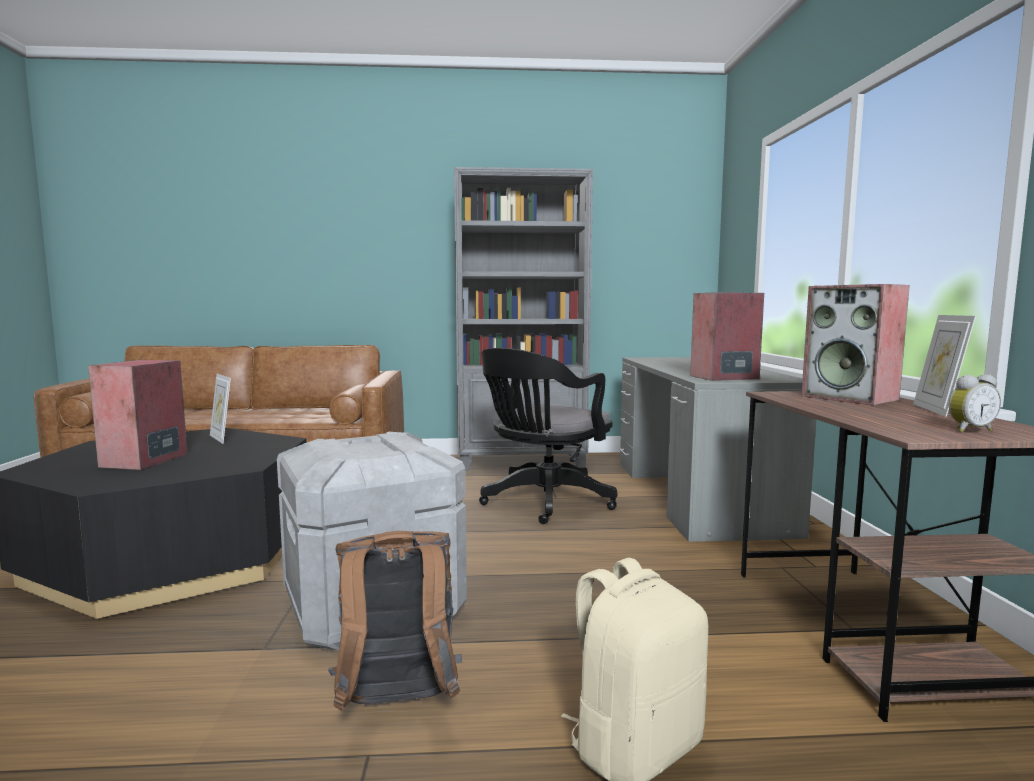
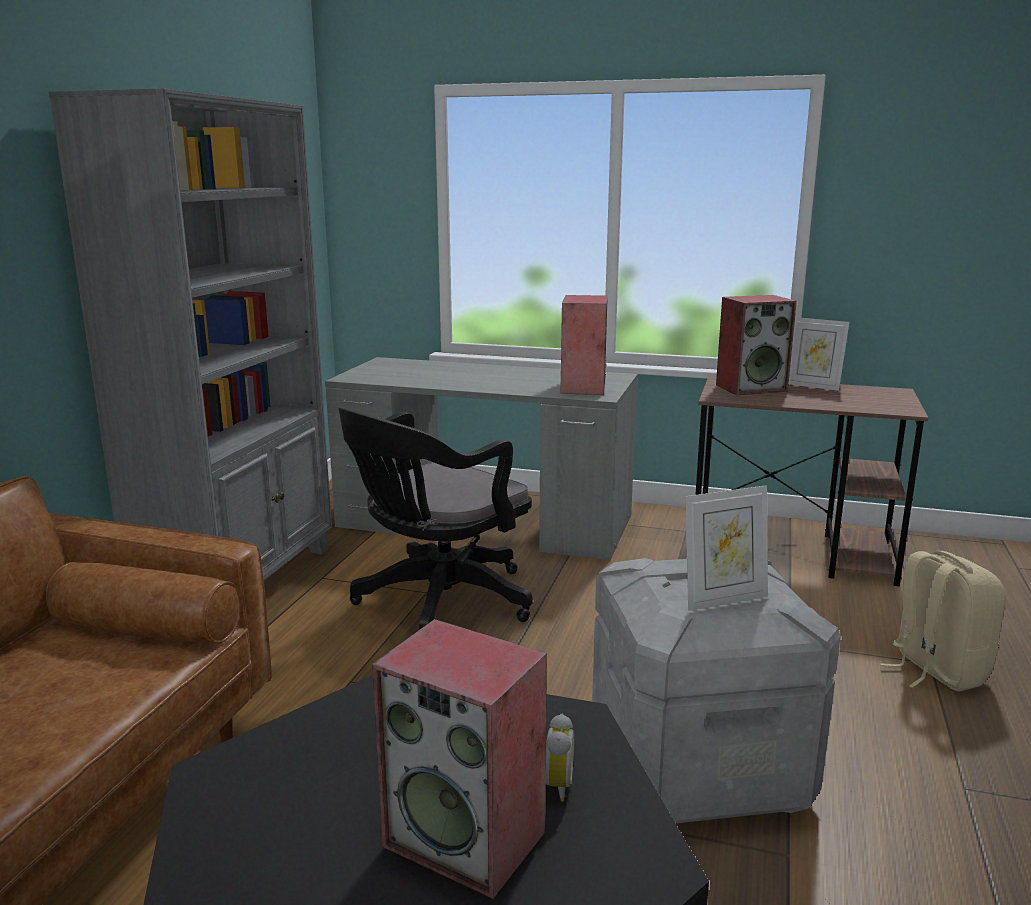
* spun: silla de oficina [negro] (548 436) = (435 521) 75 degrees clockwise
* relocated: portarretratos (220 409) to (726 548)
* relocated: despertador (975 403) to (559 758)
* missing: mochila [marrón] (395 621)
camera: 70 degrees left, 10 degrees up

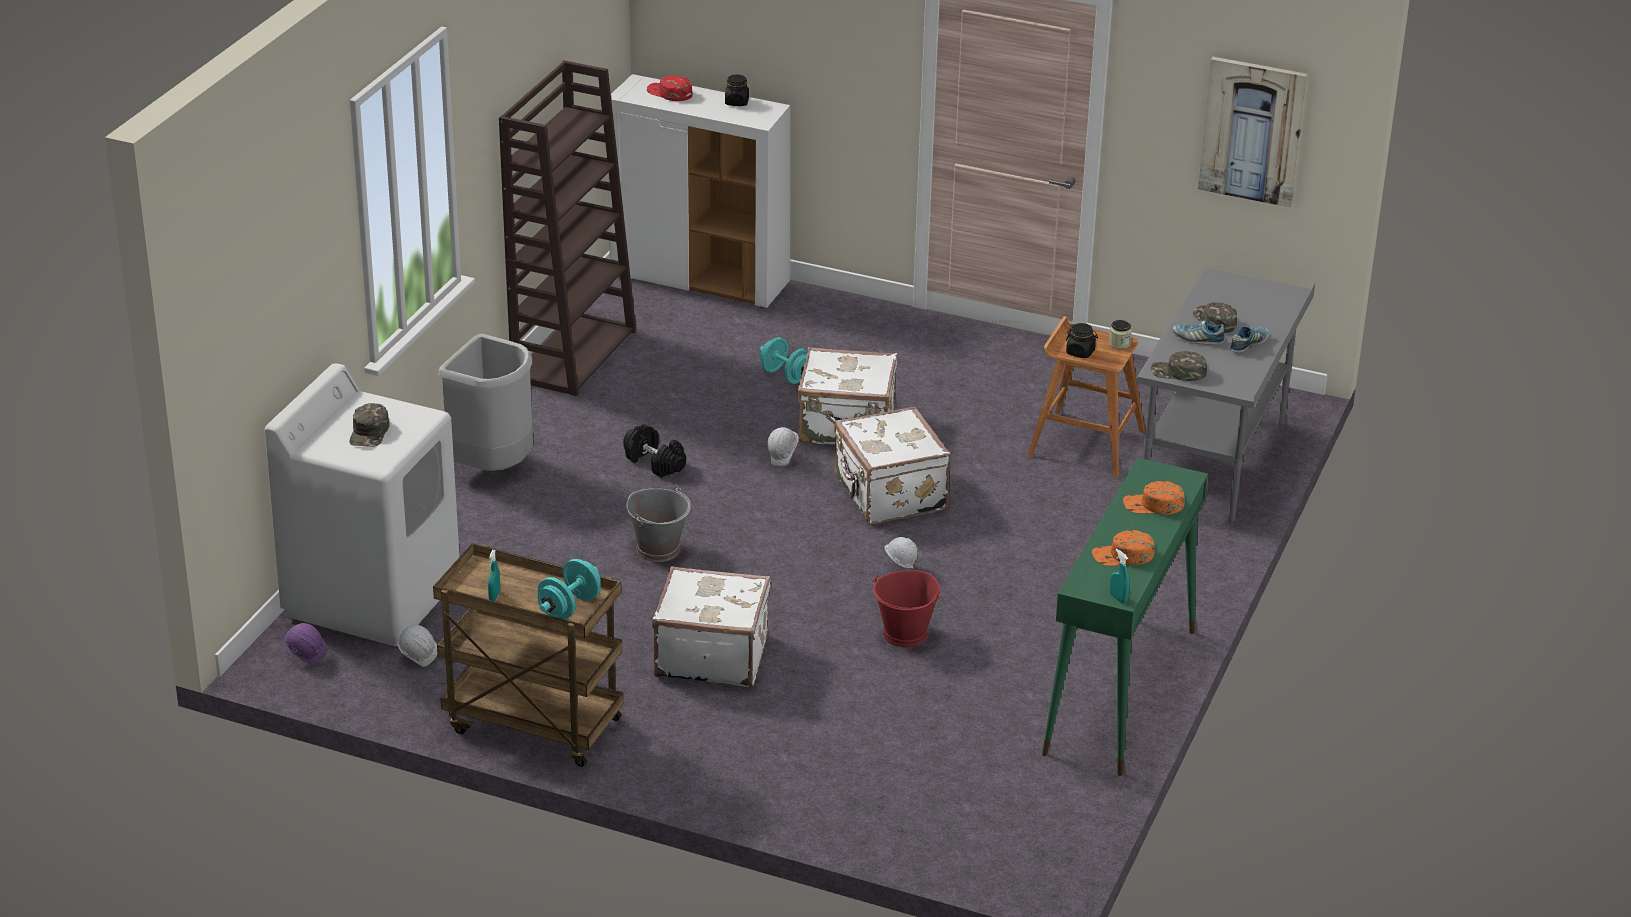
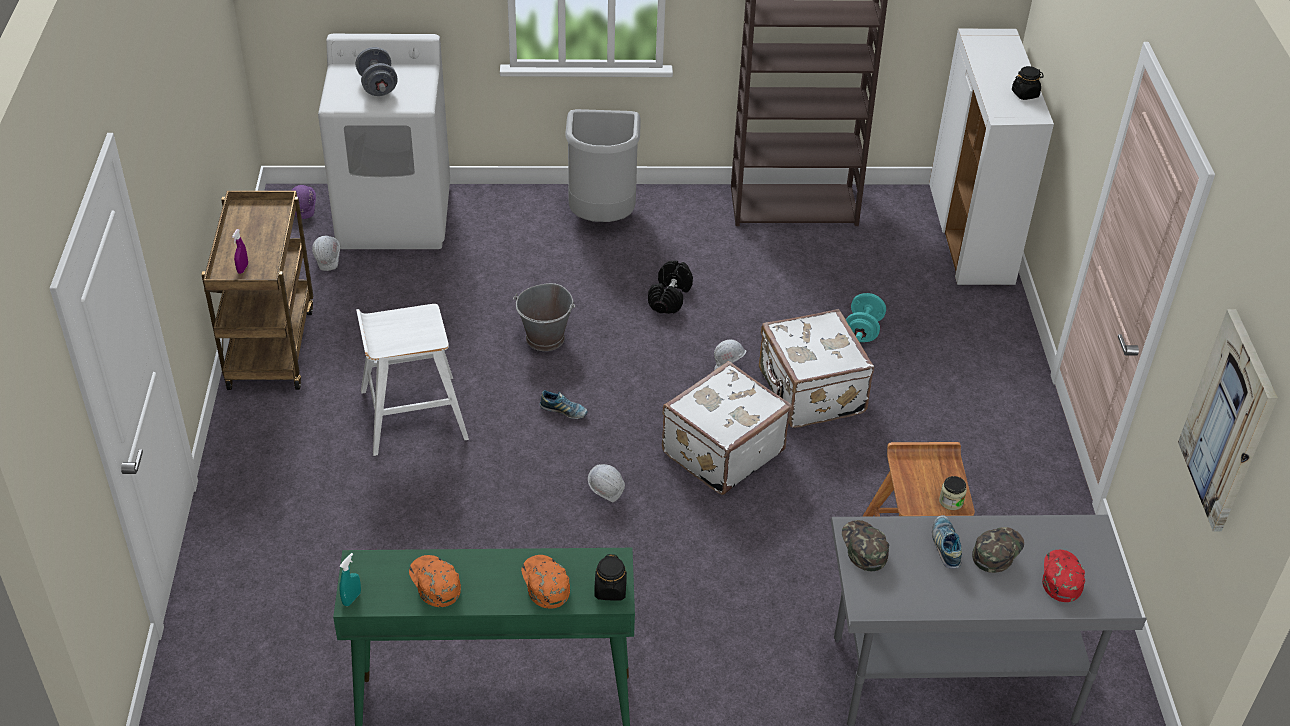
* relocated: gorra [rojo] (669 88) to (1063 576)
* relocated: tarro [negro] (1082 340) to (610 577)
* relocated: zapato (1249 340) to (564 404)
* exchanged: gorra [verde] (369 425) to mancuerna [gris] (377 71)
* missing: pulverizador [turquesa] (494 575)
* exchanged: mancuerna [turquesa] (569 589) to pulverizador [morado] (240 251)
* exchanged: maleta [blanco] (711 626) to taburete [blanco] (412 380)
* missing: cubo [rojo] (906 608)
camera: 65 degrees right, 10 degrees up

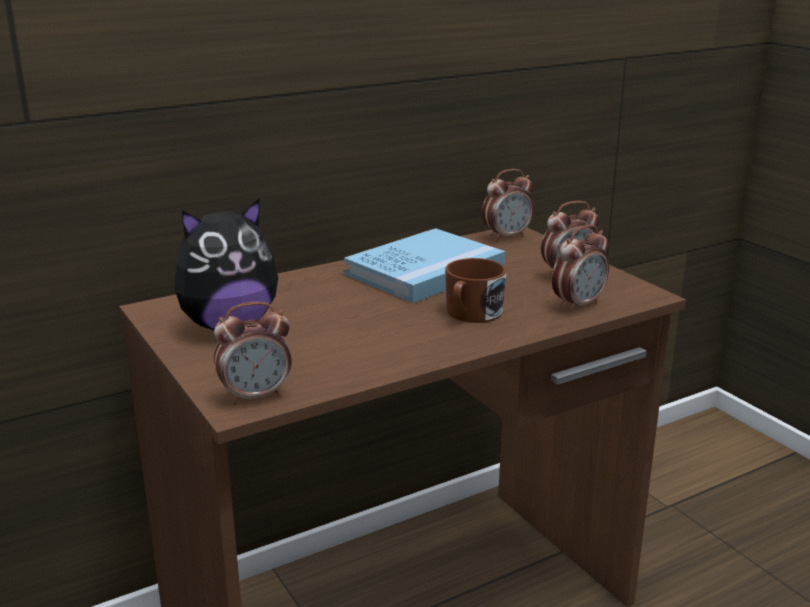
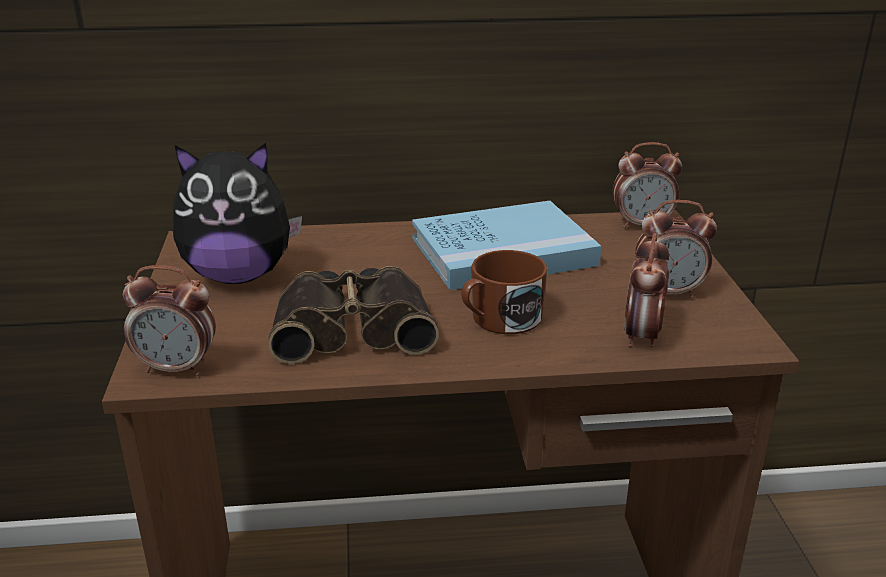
* spun: despertador (580 268) = (647 290) 120 degrees clockwise
* appeared: prismáticos (353 315)
camera: 25 degrees right, 5 degrees up

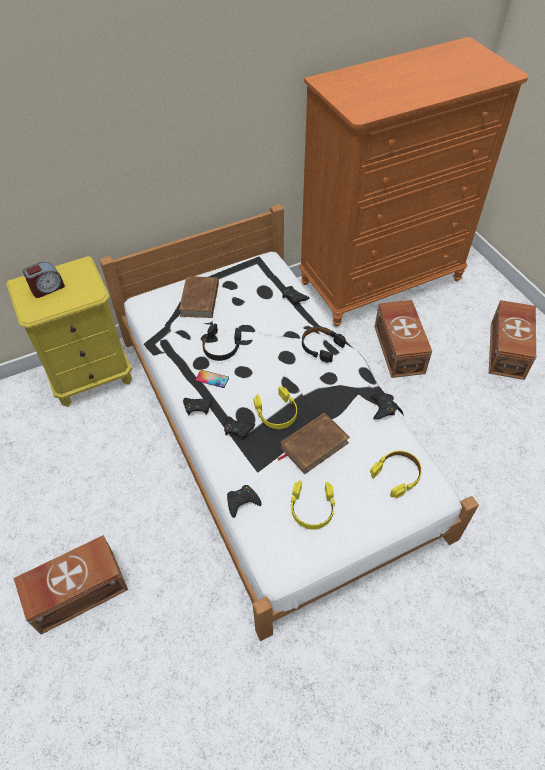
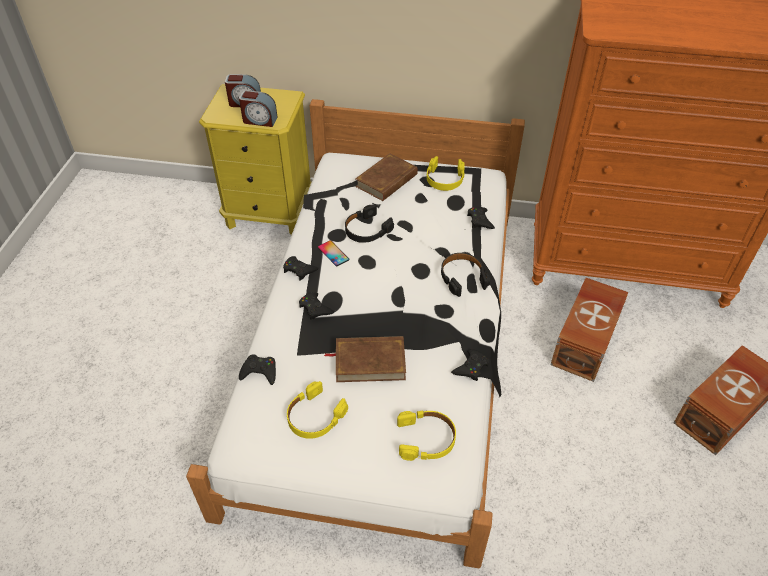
* relocated: auriculares [amarillo] (275 407) to (446 173)
* missing: caja de almacenaje [marrón] (71 585)
* appeared: despertador (258 108)
camera: 35 degrees right, 5 degrees down

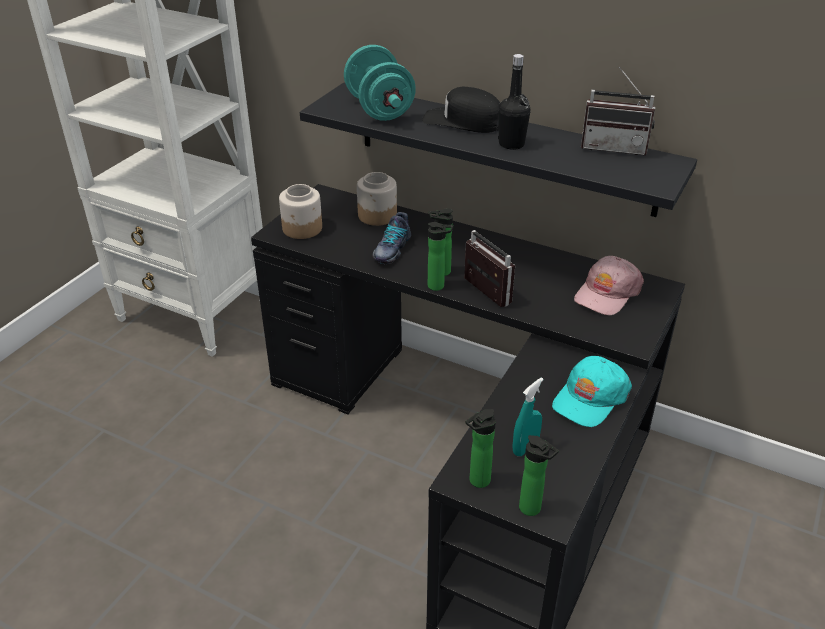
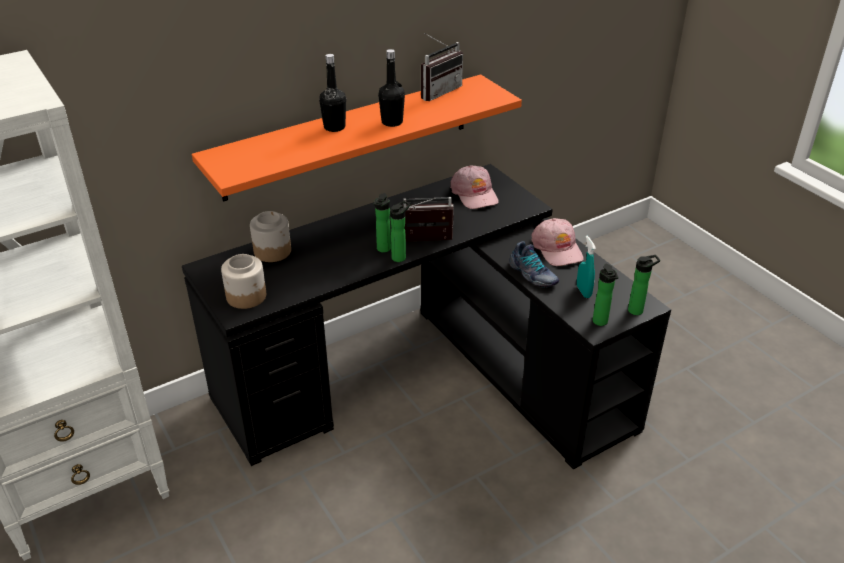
* missing: mancuerna [turquesa] (380 83)
* colour: estante [negro] (498 150) to estante [naranja] (357 138)
* exchanged: gorra [negro] (461 110) to botella [negro] (332 93)
* relocated: zapato (391 238) to (534 264)
* colour: gorra [turquesa] (592 391) to gorra [rosa] (557 242)
camera: 60 degrees left, 0 degrees up

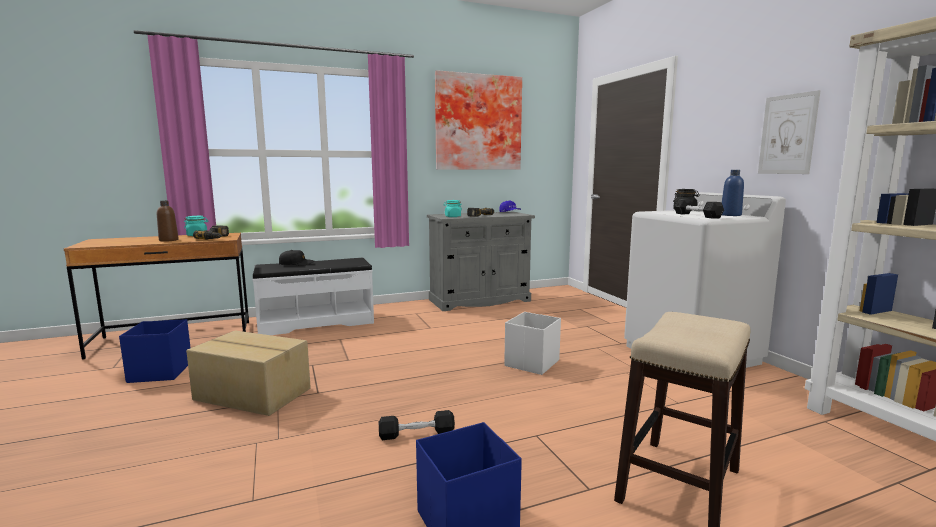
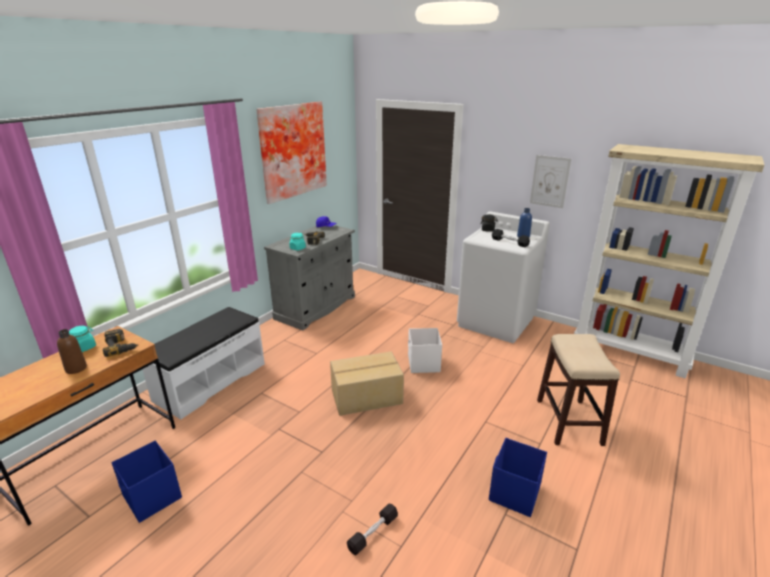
* missing: gorra [negro] (296 258)
* relocated: caja de cartón (248 373) to (367 383)
* relocated: mancuerna [negro] (417 425) to (372 529)
camera: 35 degrees left, 15 degrees up

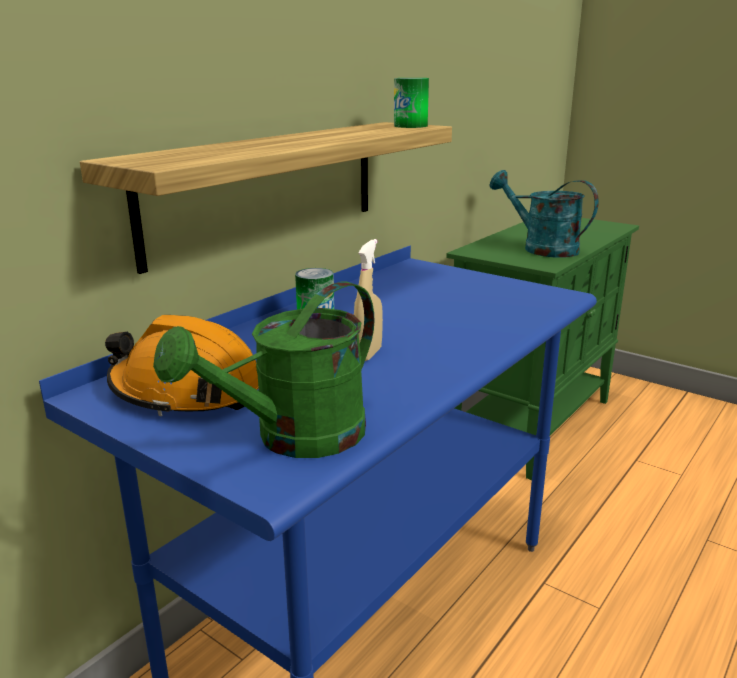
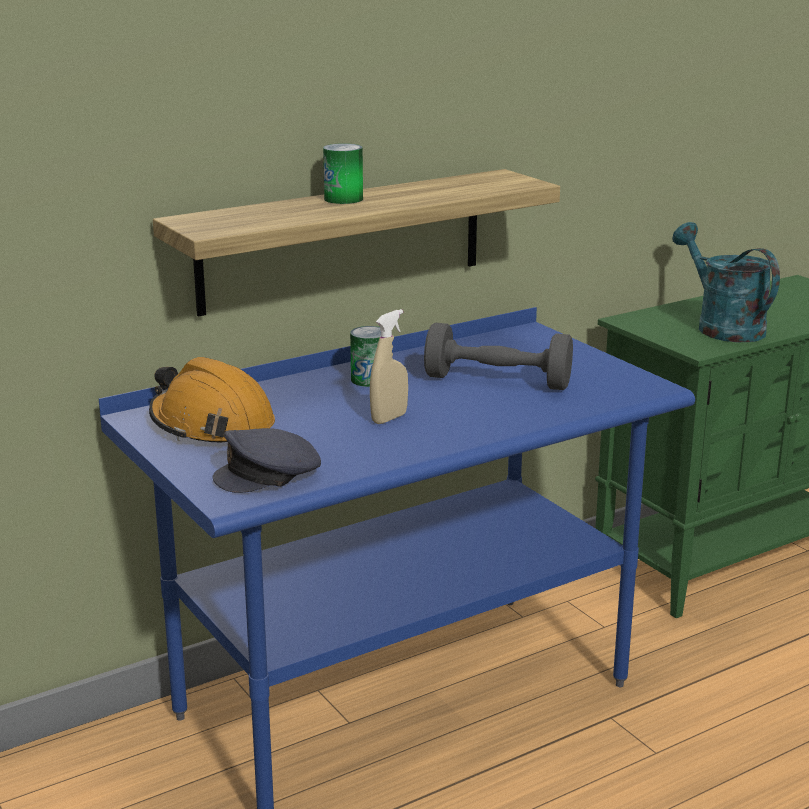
* relocated: lata (411 103) to (343 173)
* exchanged: regadera [verde] (264 369) to gorra [gris] (266 460)
* appeared: mancuerna [gris] (498 356)
camera: 20 degrees right, 0 degrees up

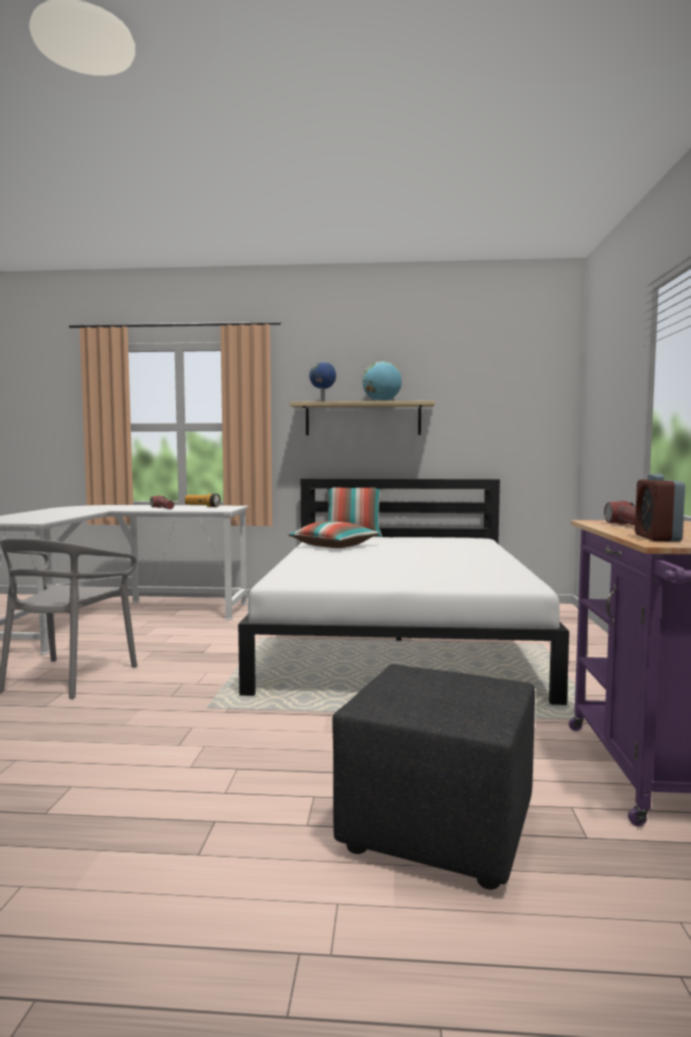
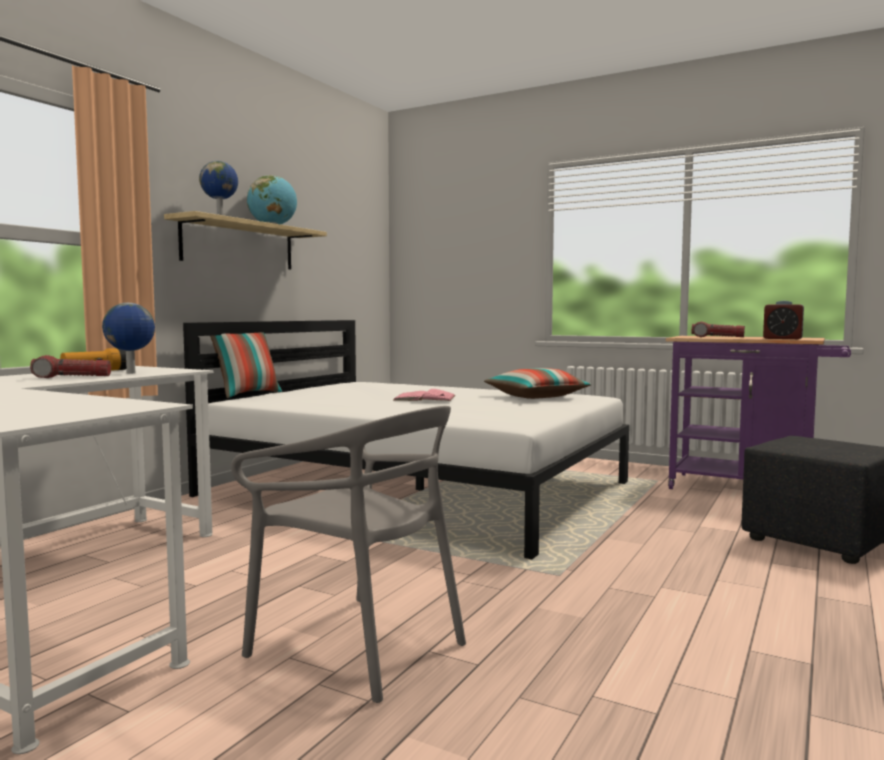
* relocated: cojín (333 534) to (537 383)
* appeared: globo terráqueo (128 338)
* appeared: libro [rosa] (424 395)
camera: 65 degrees left, 0 degrees up

